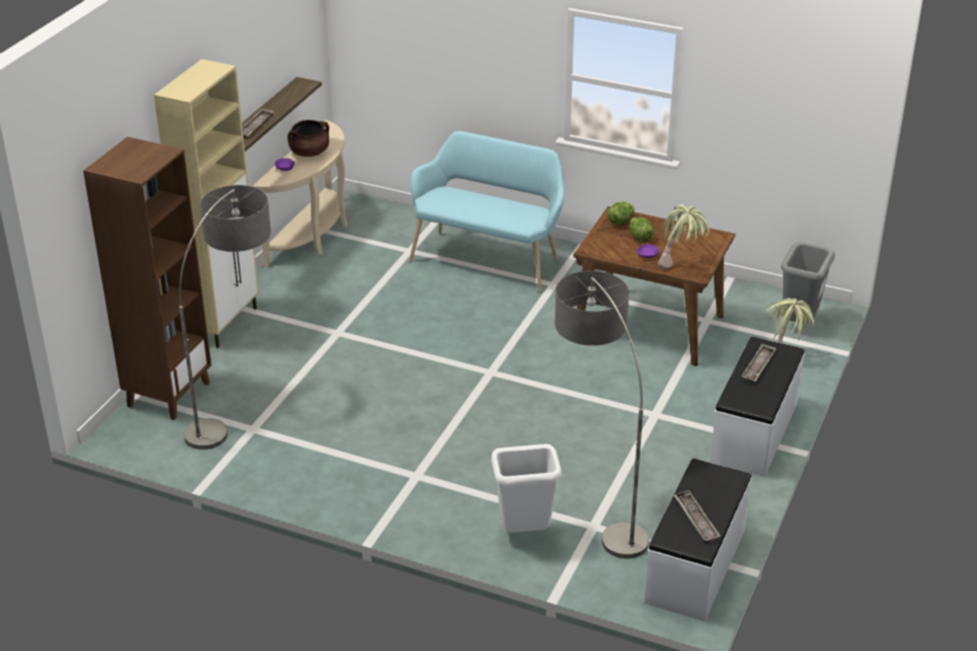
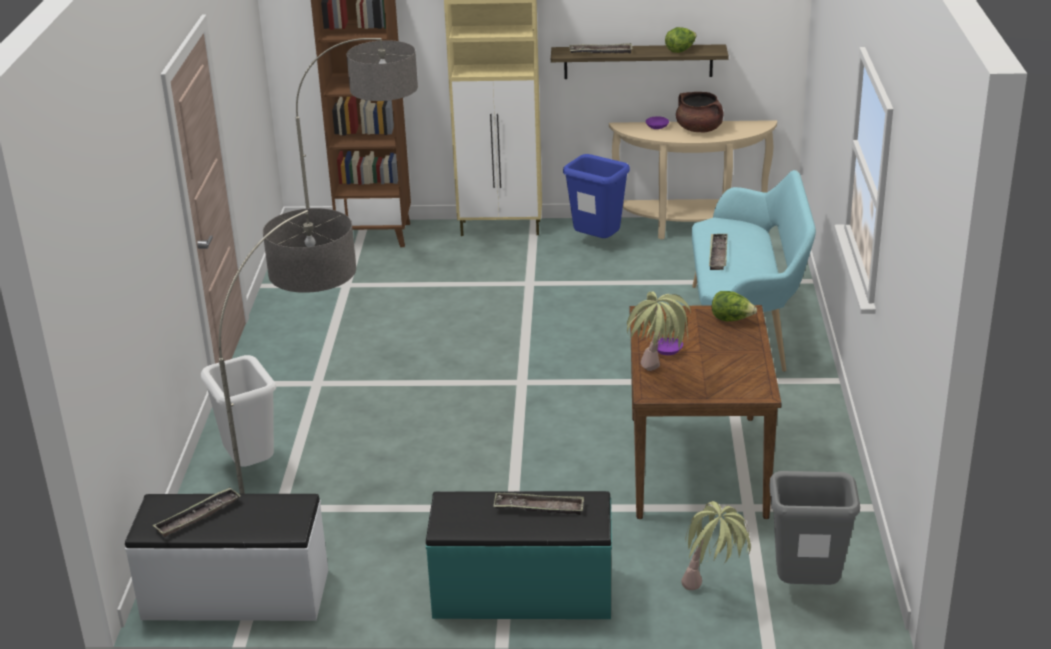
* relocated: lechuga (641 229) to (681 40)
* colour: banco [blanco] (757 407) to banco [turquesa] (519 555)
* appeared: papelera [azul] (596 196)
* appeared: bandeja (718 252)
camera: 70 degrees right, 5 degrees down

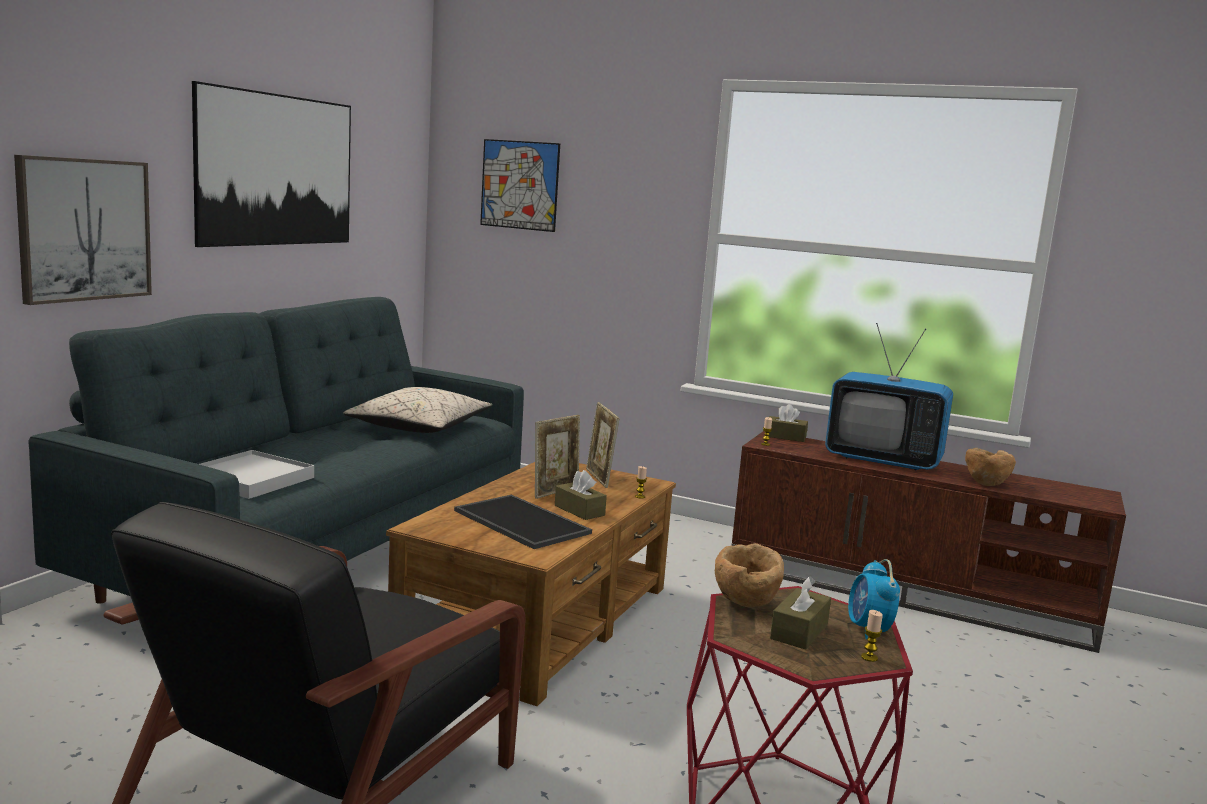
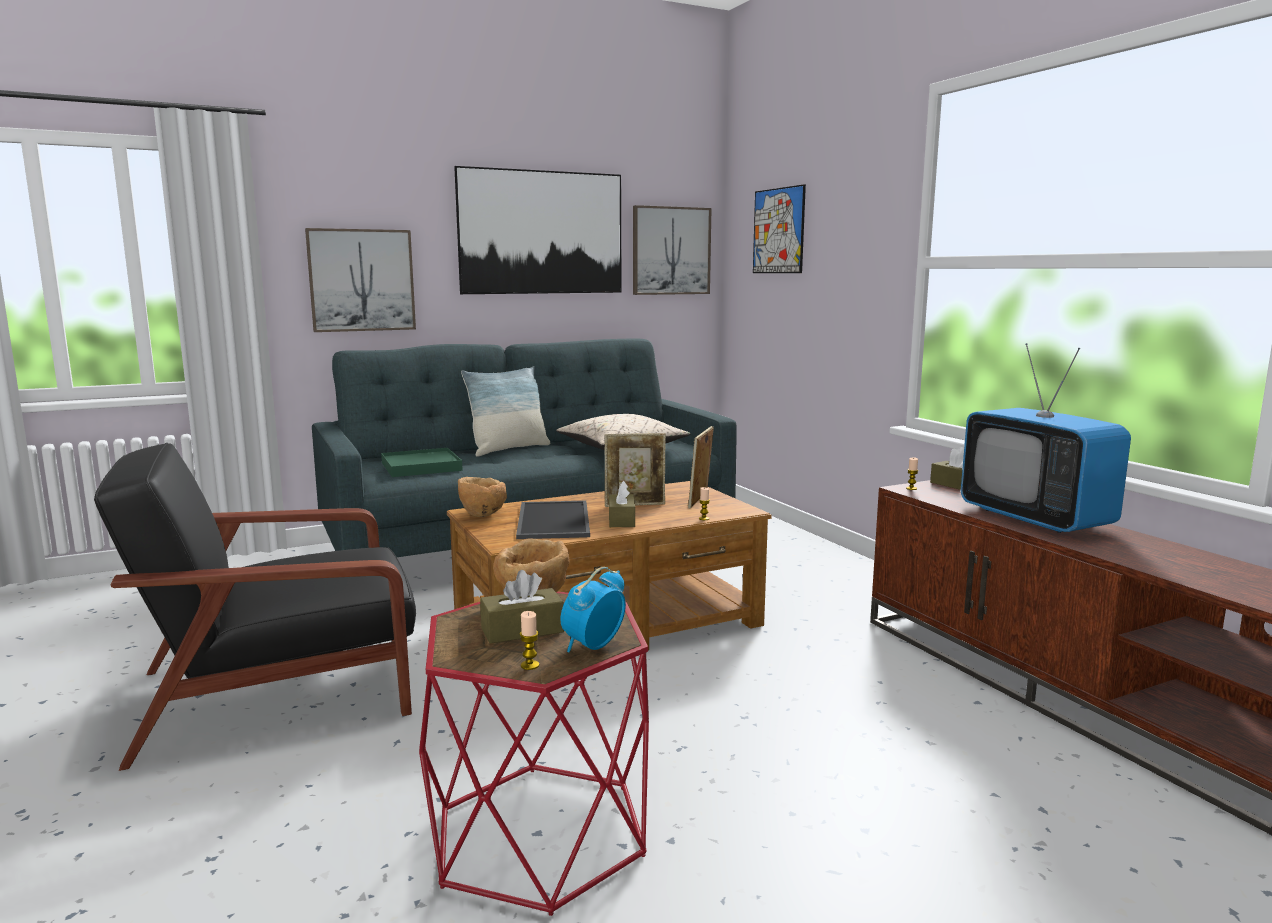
* relocated: cuenco [marrón] (990 467) to (482 497)
* colour: bandeja [blanco] (257 474) to bandeja [verde] (422 462)
* appeared: cuadro (672 250)
* appeared: cojín (505 411)
camera: 40 degrees right, 0 degrees up

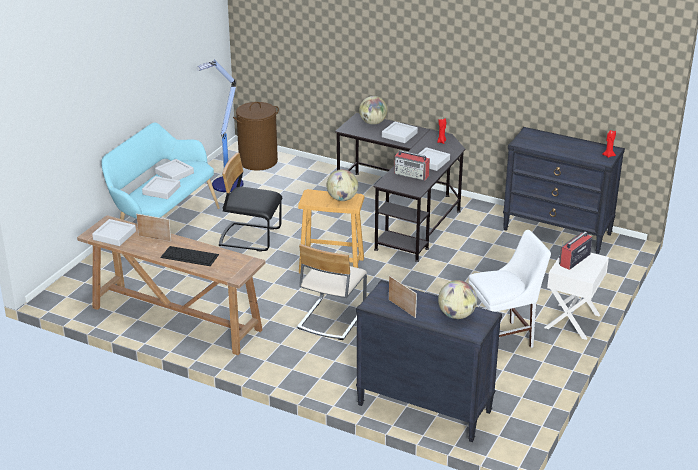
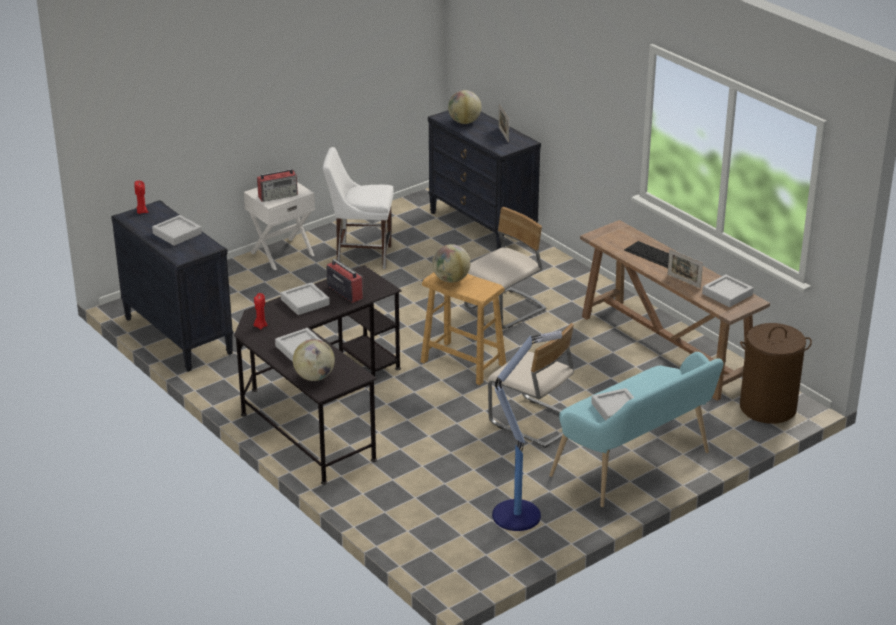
* relocated: cesto de la ropa [marrón] (256 136) to (776 373)
* colour: silla [negro] (250 202) to silla [beis] (530 385)
* relocated: bandeja [gris] (161 187) to (177 230)
camera: 155 degrees left, 0 degrees up

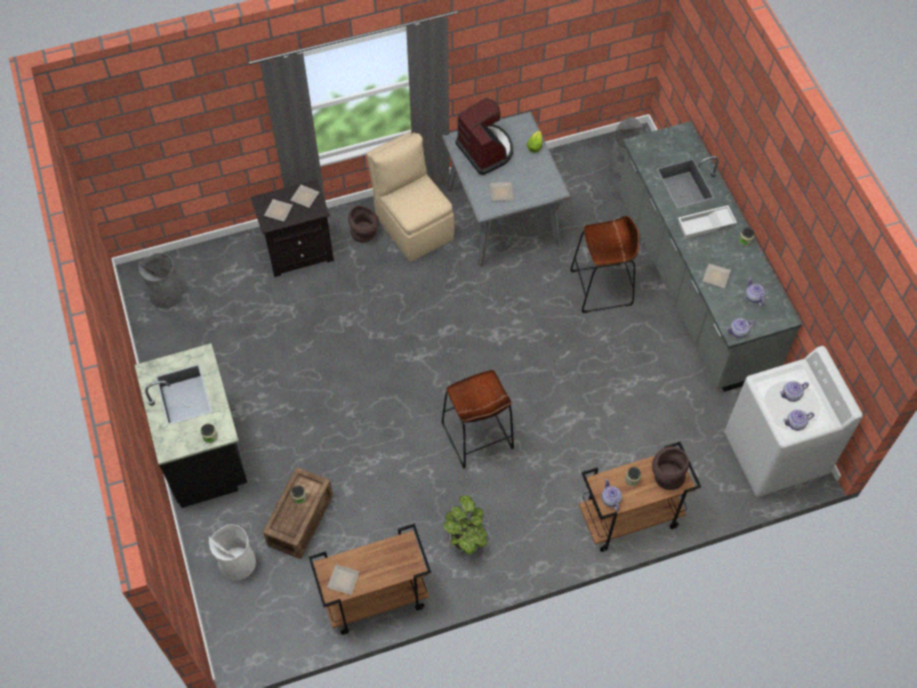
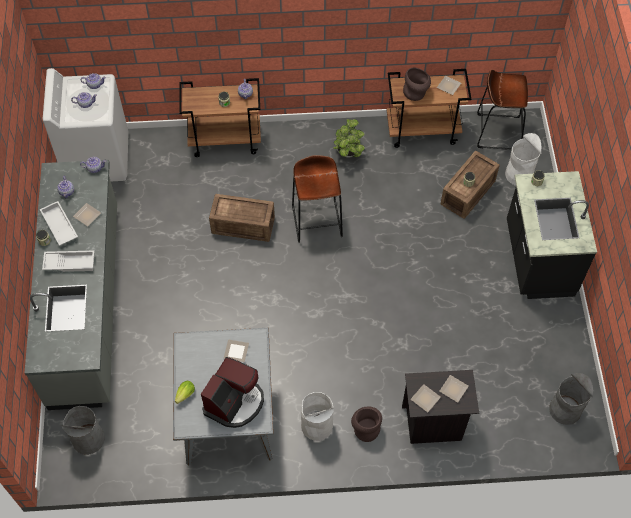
* spun: cafetera (484 136) = (232 392) 135 degrees counterclockwise
* exchanged: silla [beis] (410 196) to papelera [blanco] (317 416)
* relocated: taburete [marrón] (605 264) to (502 110)
* relocated: florero [marrón] (670 468) to (417 84)
* appeared: caja de embalaje (242 218)
* appeared: bandeja [blanco] (58 223)
camera: 165 degrees left, 0 degrees up

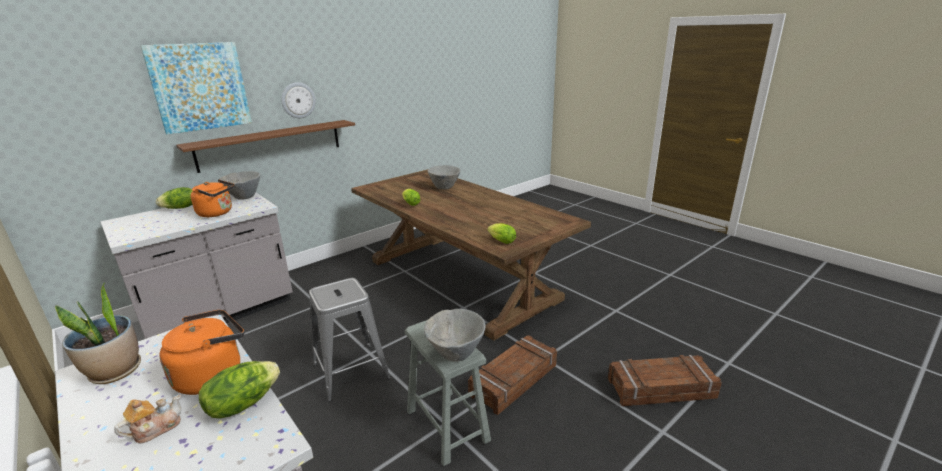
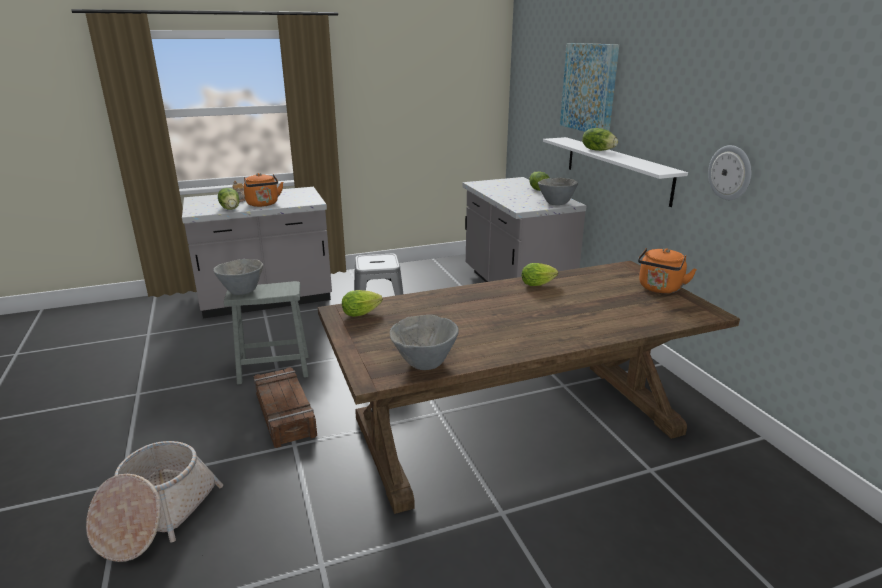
* relocated: reloj de pared (298 100) to (729 172)
* colour: estante [marrón] (265 146) to estante [blanco] (615 172)
* relocated: cuenco [gris] (444 177) to (424 342)
* relocated: hervidor [naranja] (213 198) to (667 270)
* missing: planta en maceta (98 333)
* exchanged: caja de embalaje (665 380) to cesta (154 501)
* appeared: lechuga (600 139)
camera: 110 degrees right, 0 degrees up

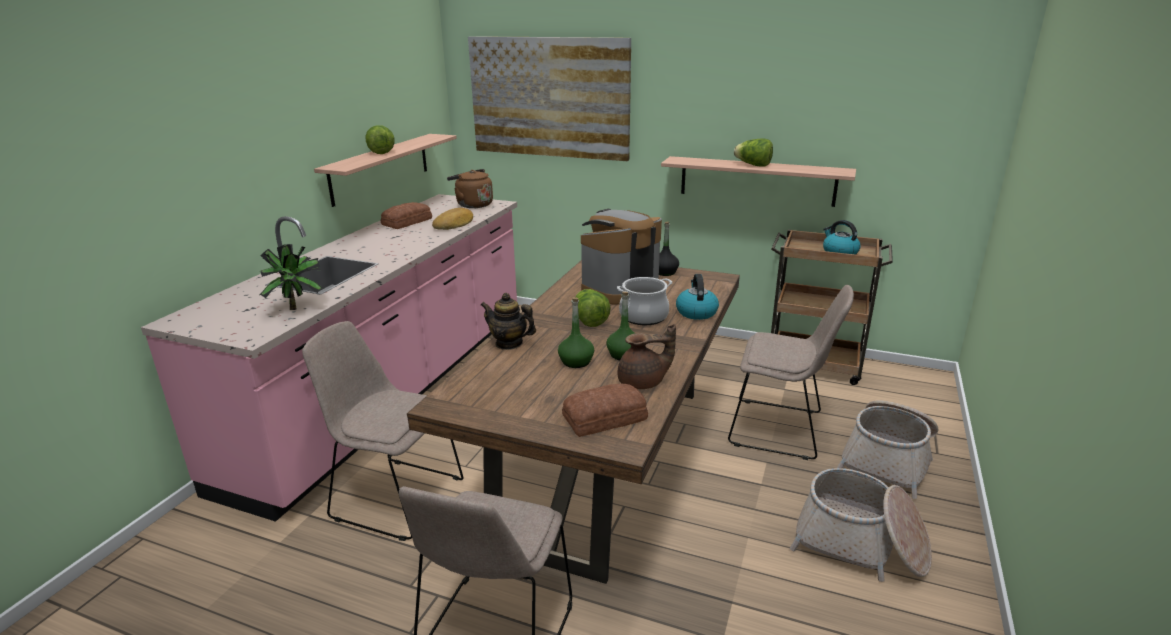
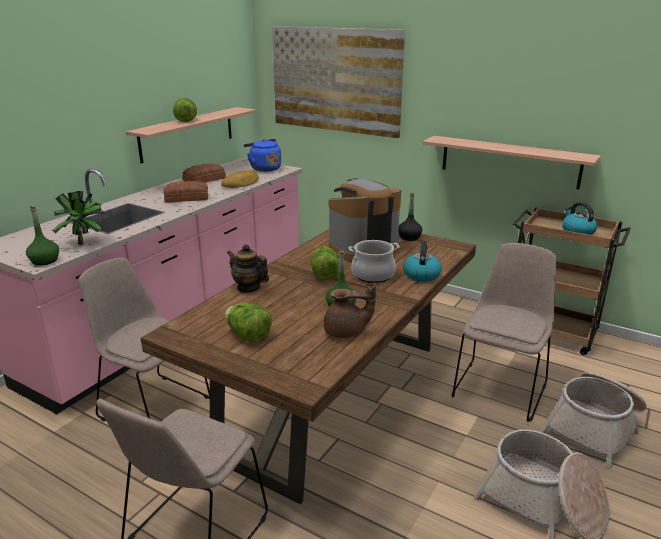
* relocated: lechuga (753 152) to (248 323)
* colour: hervidor [marrón] (470 188) to hervidor [azul] (262 155)
* spun: silla [beis] (791 372) = (504 332) 90 degrees counterclockwise
* relocated: botella [verde] (576 332) to (42 235)
* relocated: pan (605 410) to (185 192)
camera: 10 degrees right, 0 degrees up

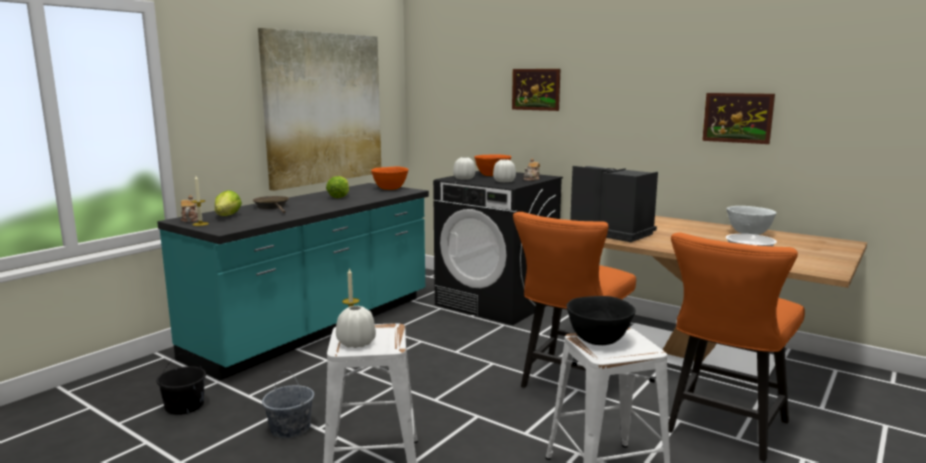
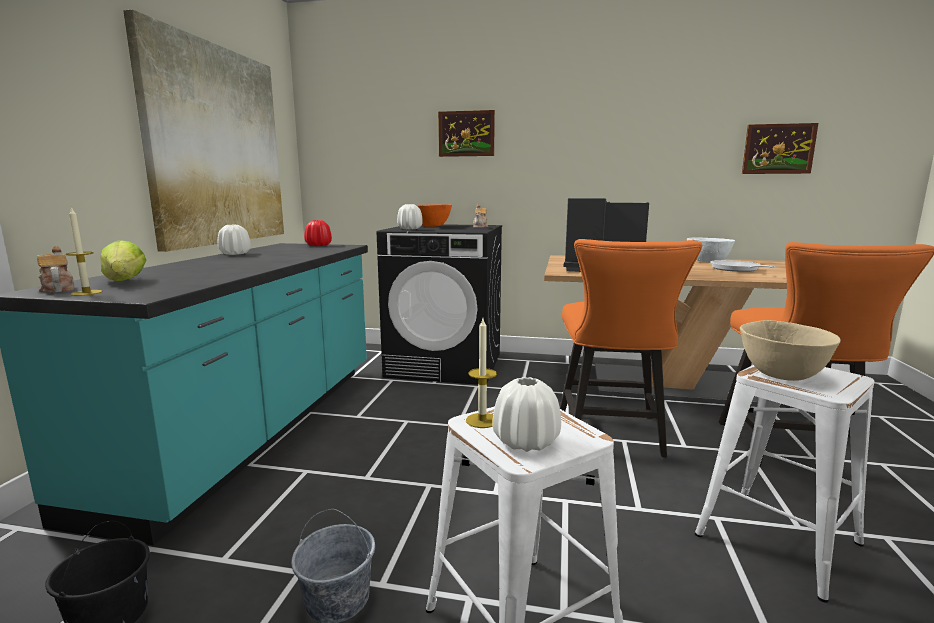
* relocated: cuadro (738 118) to (780 148)
* relocated: florero [blanco] (504 170) to (234 240)
* exchanged: cuenco [naranja] (390 178) to florero [rojo] (318 233)
* missing: lechuga (337 187)
* missing: sartén [marrón] (271 204)
* colour: cuenco [negro] (601 320) to cuenco [beis] (790 350)
camera: 25 degrees left, 0 degrees up

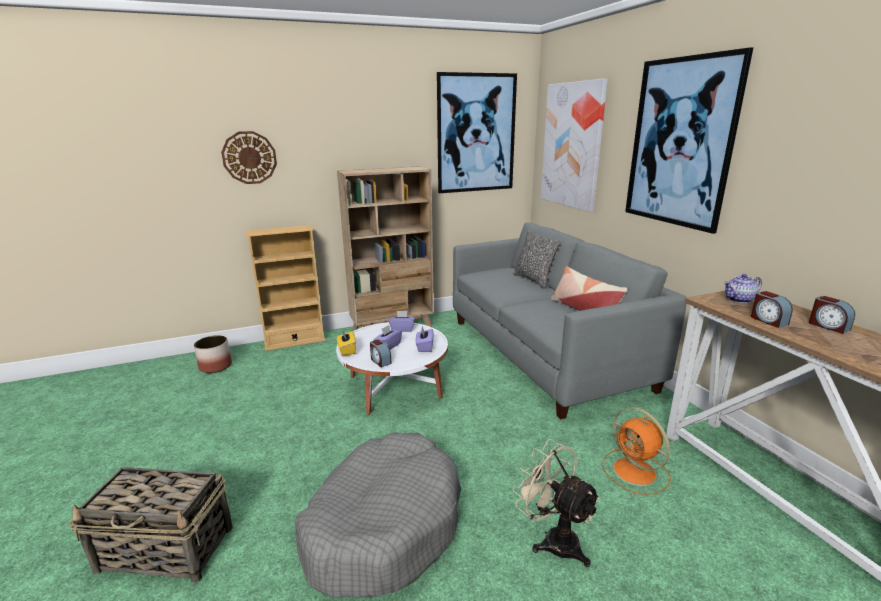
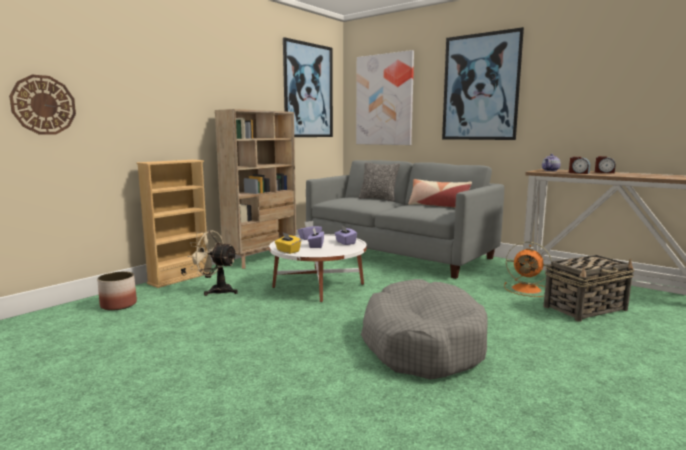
* relocated: reloj de pared (249 157) to (42 105)
* missing: despertador (381 353)
* relocated: ventilador [beis] (557 503) to (212 263)
* relocated: cesta (151 525) to (588 288)
camera: 30 degrees left, 10 degrees down

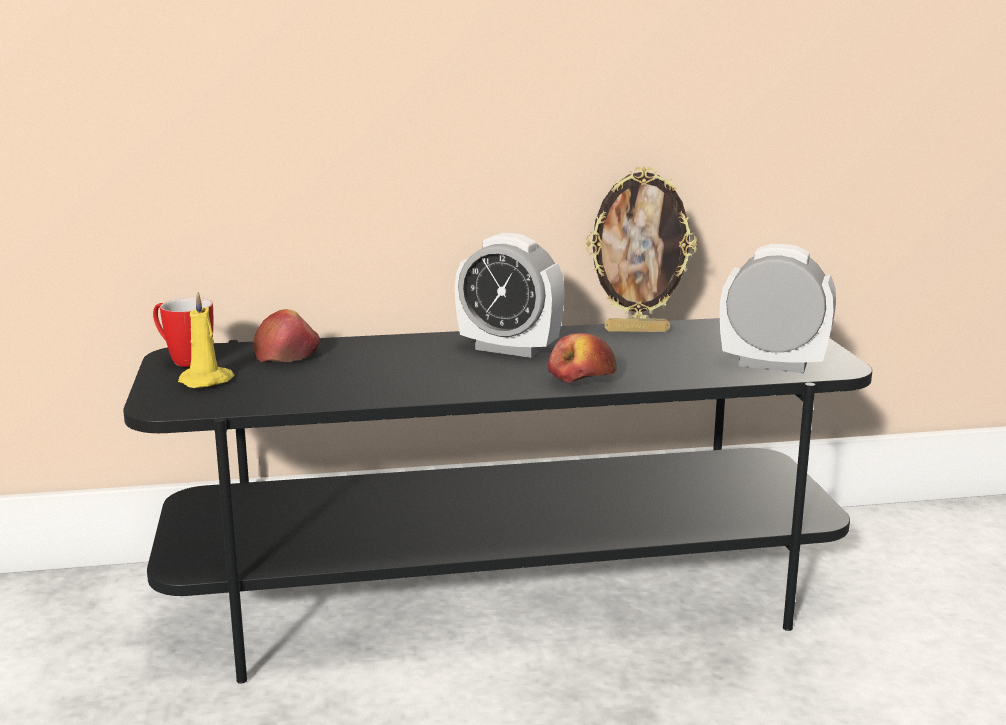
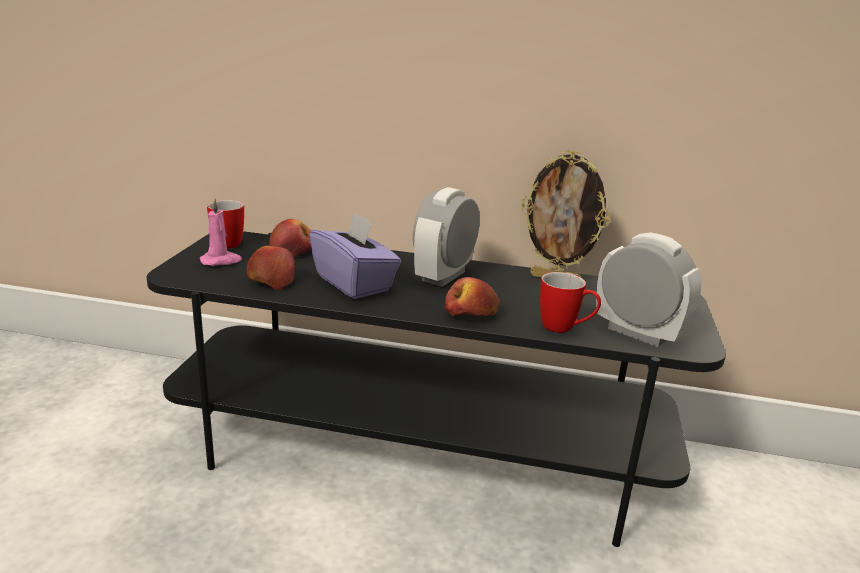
* spun: despertador (510 295) = (446 237) 75 degrees clockwise
* colour: vela [amarillo] (206 340) to vela [rosa] (221 232)
* appeared: caja de pañuelos [morado] (355 255)
* appeared: manzana (271 268)
* appeared: taza grande (570 302)
camera: 20 degrees right, 5 degrees up

